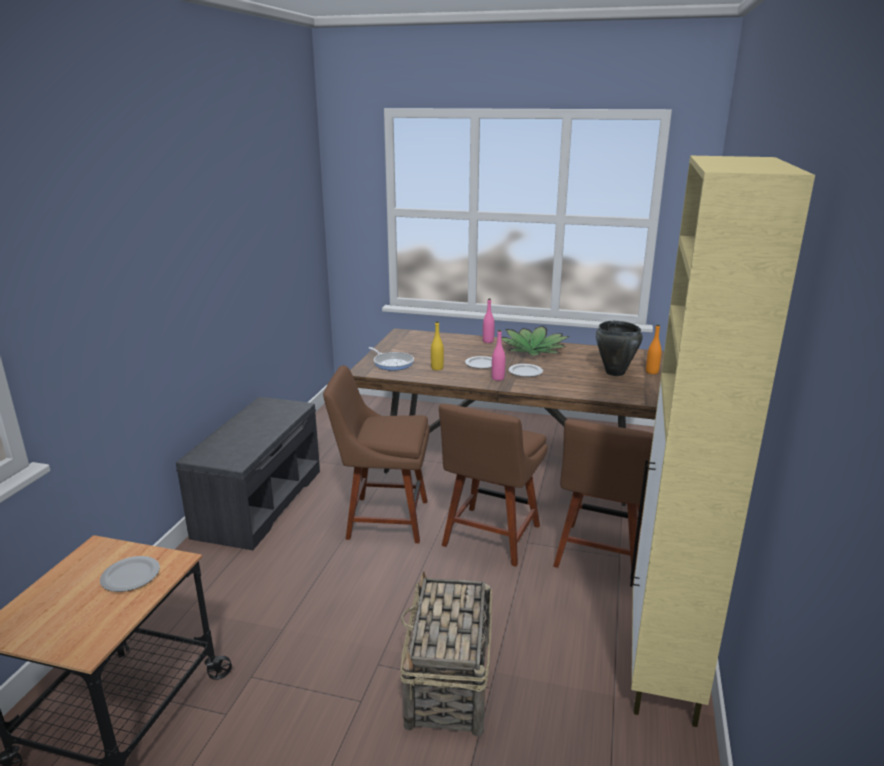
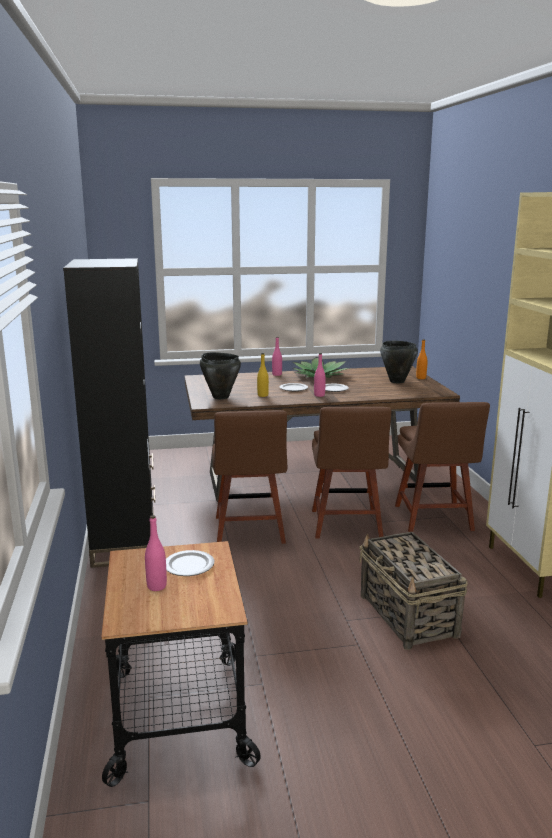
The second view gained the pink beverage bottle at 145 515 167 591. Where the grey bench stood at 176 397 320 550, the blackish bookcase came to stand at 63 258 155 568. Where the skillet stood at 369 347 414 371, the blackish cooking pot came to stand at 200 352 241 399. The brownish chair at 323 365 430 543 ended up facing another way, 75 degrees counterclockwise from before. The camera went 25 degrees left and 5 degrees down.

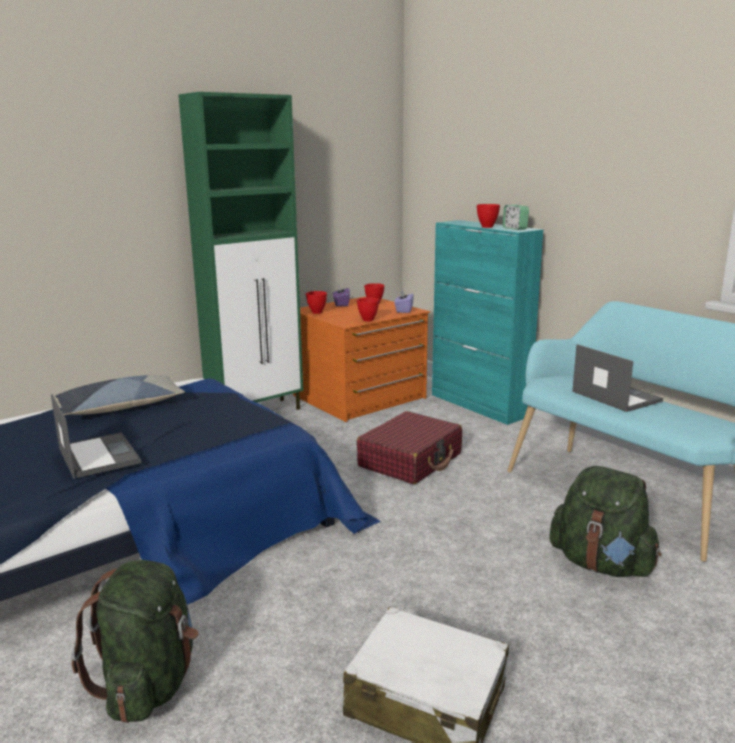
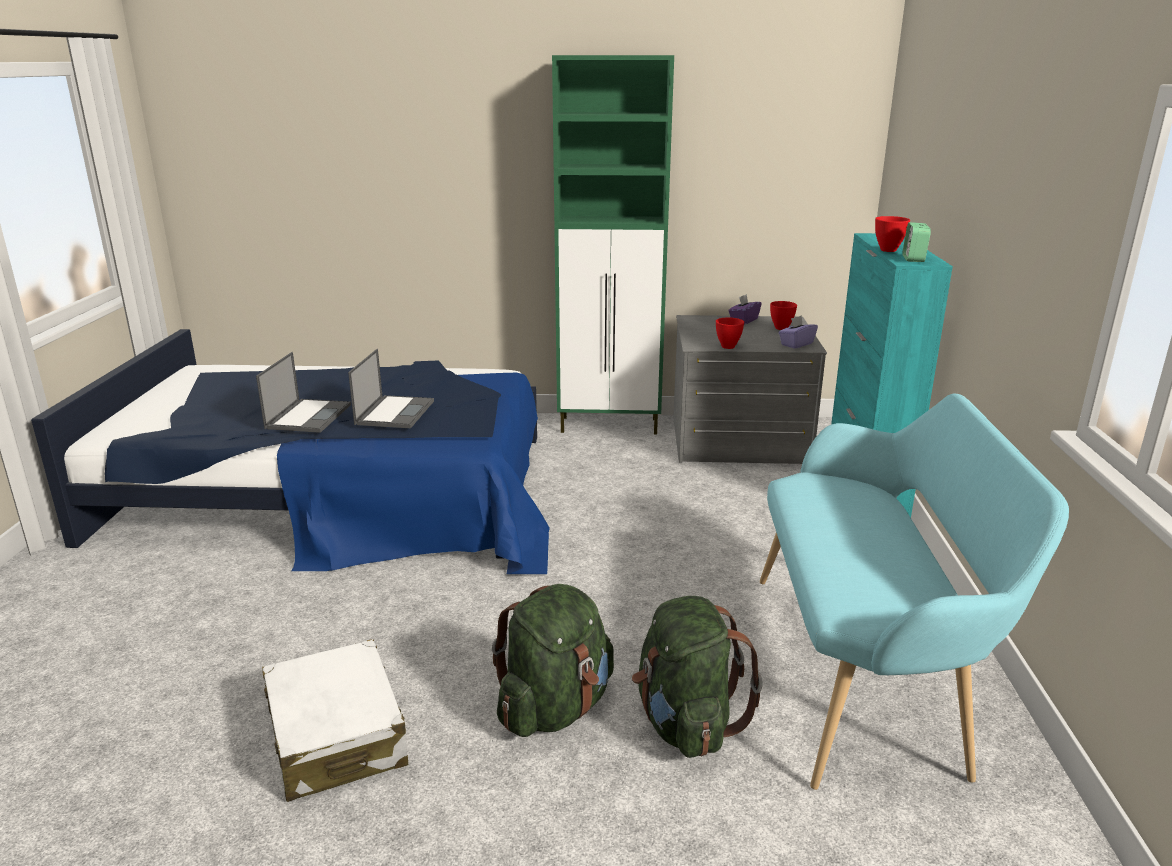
The second view lost the throw pillow at 55 375 185 415. The second view lost the red deep dish at 306 291 327 314. The second view lost the red travel case at 357 411 462 484. The green rucksack ended up elsewhere, having gone from 71 560 199 723 to 492 584 614 737. The portable computer ended up elsewhere, having gone from 572 344 663 412 to 348 349 434 428. What was the orange-coloured dresser at 293 296 430 422 turned into the grey dresser at 673 315 827 464. The camera went 40 degrees right and 5 degrees up.

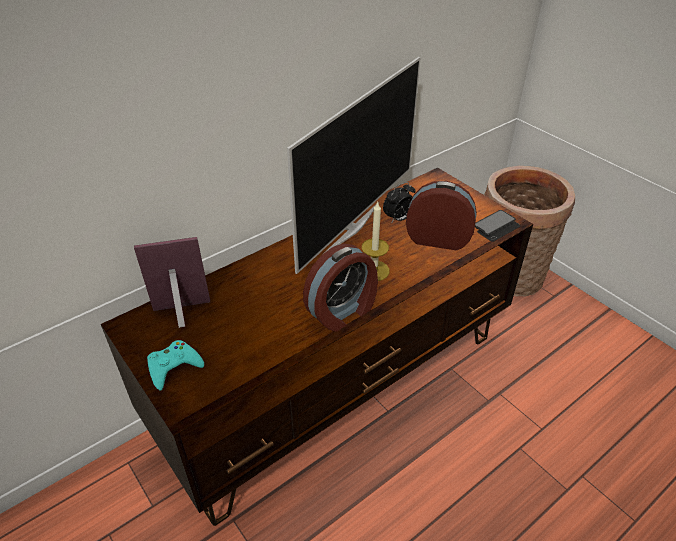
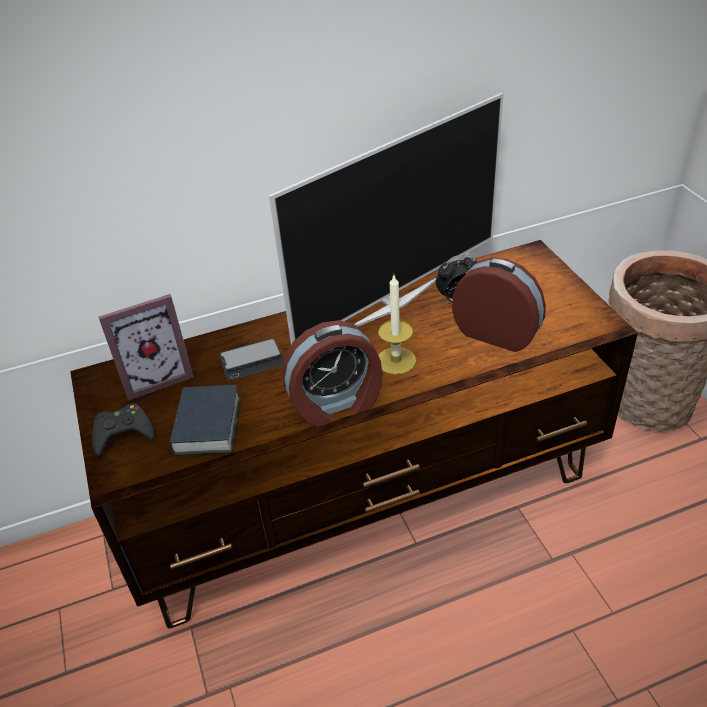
The second view gained the volume at 169 385 241 456. The handset ended up elsewhere, having gone from 475 210 520 242 to 219 338 284 381. What was the blue-green game controller at 147 340 204 391 turned into the blackish game controller at 92 403 155 456. The standing frame at 134 237 210 328 ended up facing another way, 150 degrees clockwise from before. The camera went 20 degrees right and 0 degrees up.

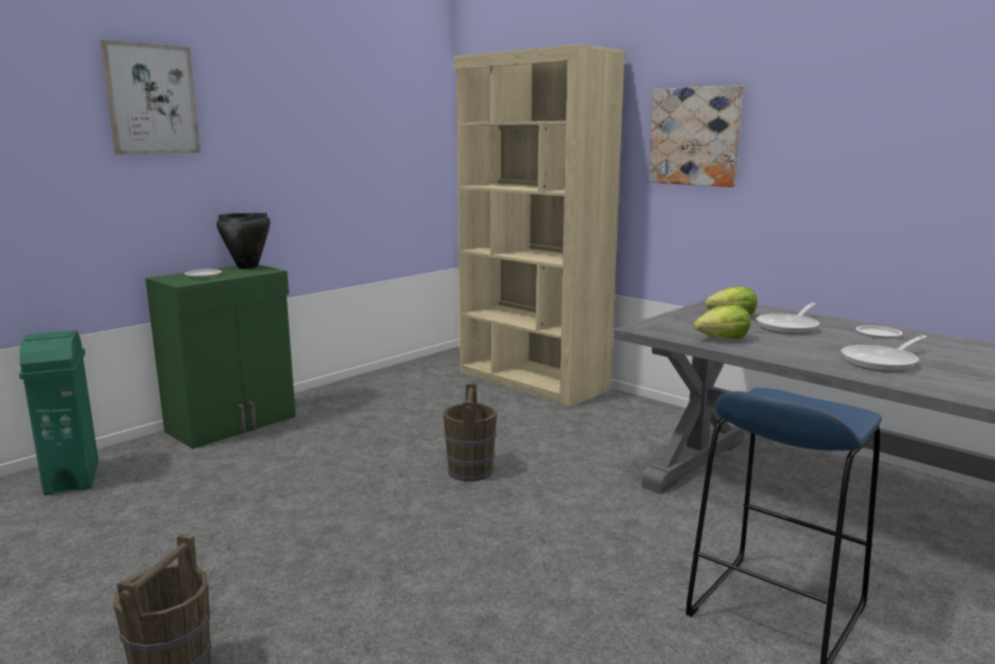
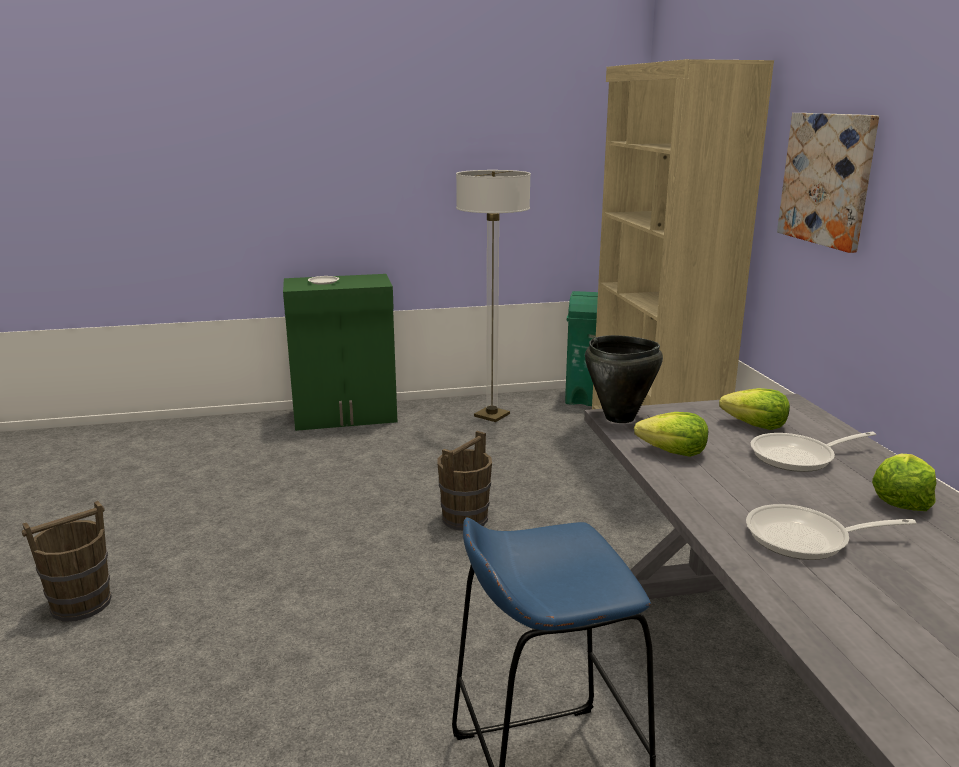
The second view lost the wall art at 100 40 201 154. The second view gained the floor lamp at 456 170 531 422. The green waste bin ended up elsewhere, having gone from 19 330 98 495 to 565 291 598 406. The blackish cooking pot ended up elsewhere, having gone from 216 213 270 269 to 585 335 663 423. Where the white flat dish stood at 856 325 903 339, the lettuce came to stand at 872 454 936 511. The camera went 35 degrees right and 5 degrees up.

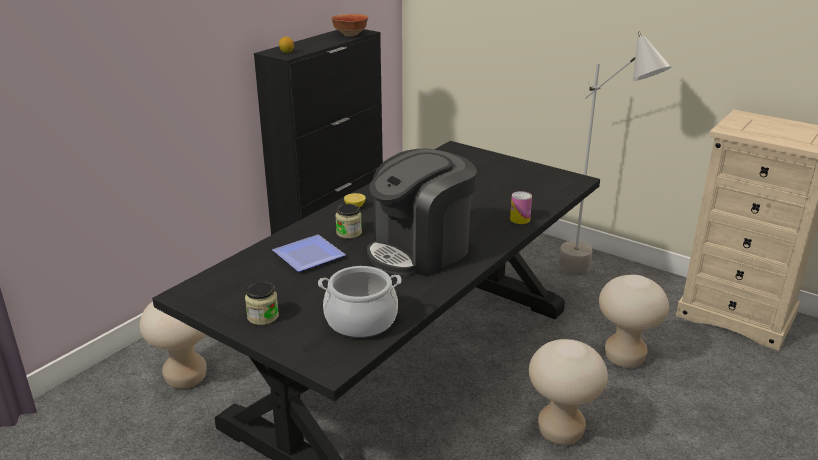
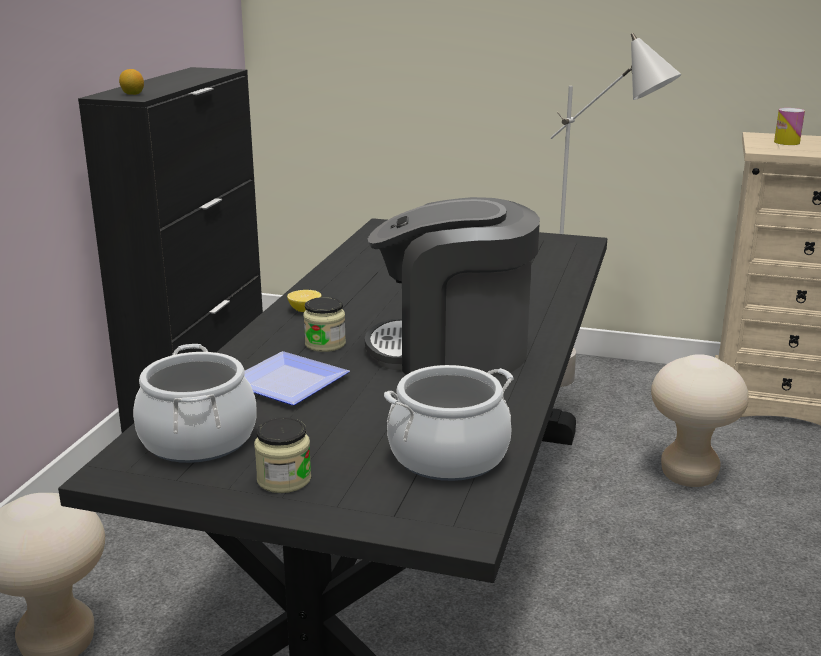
The second view lost the deep dish at 331 14 368 36. The second view lost the sand-coloured stool seat at 529 339 608 445. The second view gained the cooking pot at 133 344 257 463. The metal can ended up elsewhere, having gone from 510 191 532 224 to 774 108 805 145. The coffee machine at 367 149 477 277 ended up facing another way, 60 degrees clockwise from before. The camera went 20 degrees left and 5 degrees down.

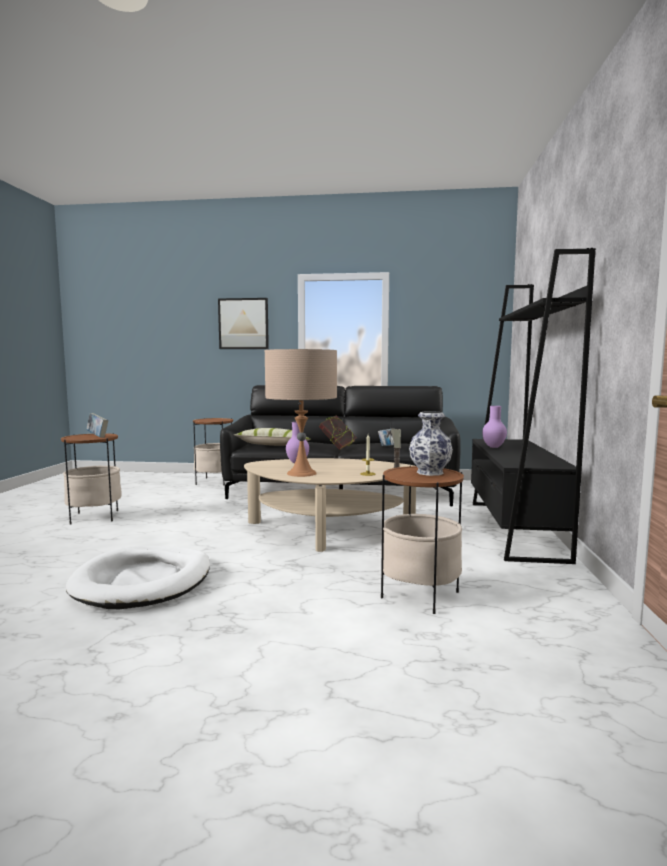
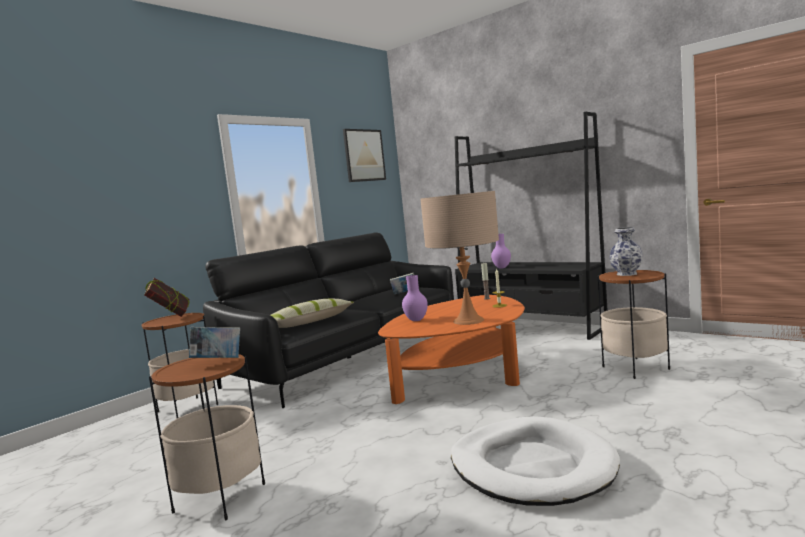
The wall art ended up elsewhere, having gone from 218 298 269 349 to 343 129 386 182. The volume ended up elsewhere, having gone from 319 415 357 450 to 144 278 189 317. What was the sand-coloured low table at 244 458 416 552 turned into the orange-coloured low table at 378 295 525 404. The camera went 55 degrees left and 0 degrees up.

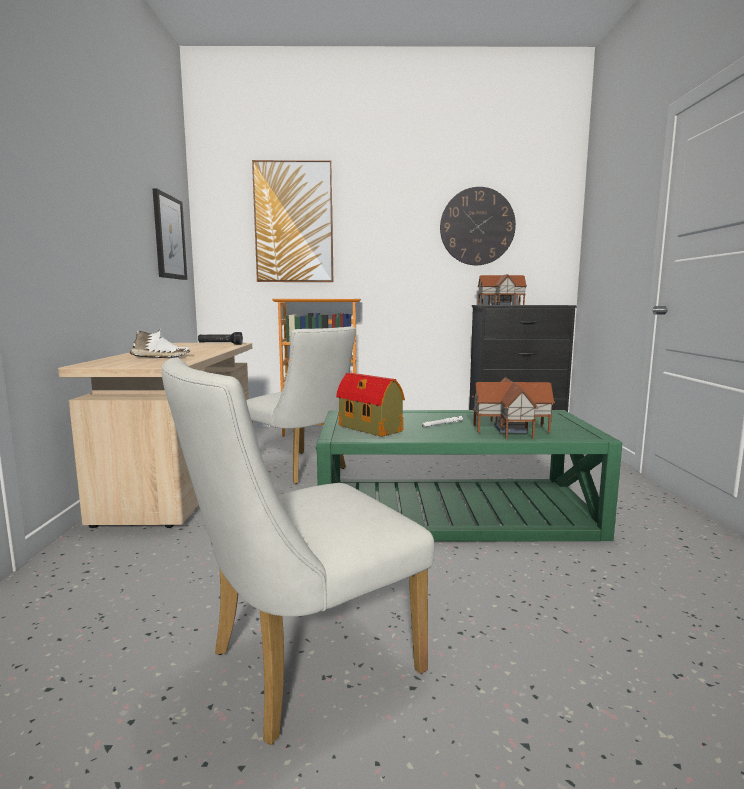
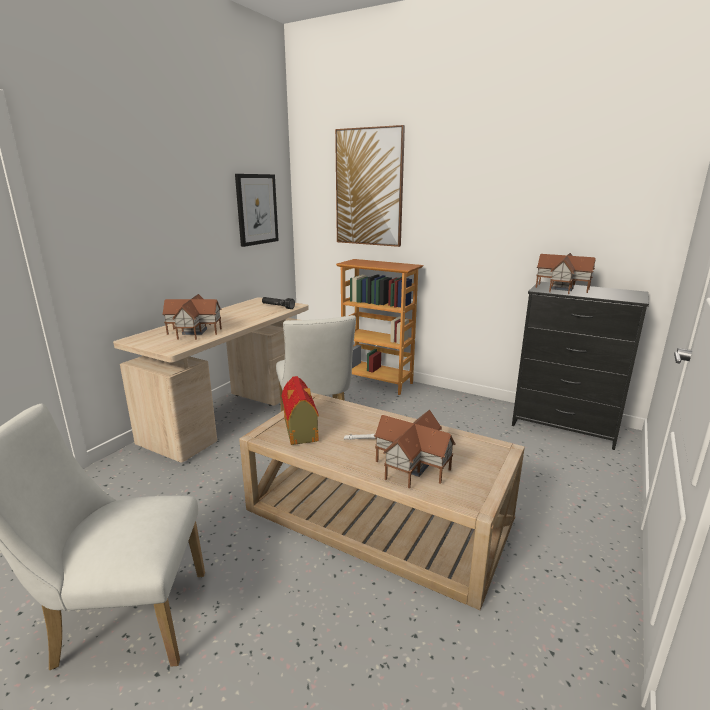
The second view lost the clock on the wall at 440 187 516 265. Where the white item of footwear stood at 130 328 190 358, the miniature house came to stand at 162 294 222 340. What was the green low table at 316 410 622 542 turned into the sand-coloured low table at 239 392 525 610. The camera went 30 degrees right and 10 degrees up.

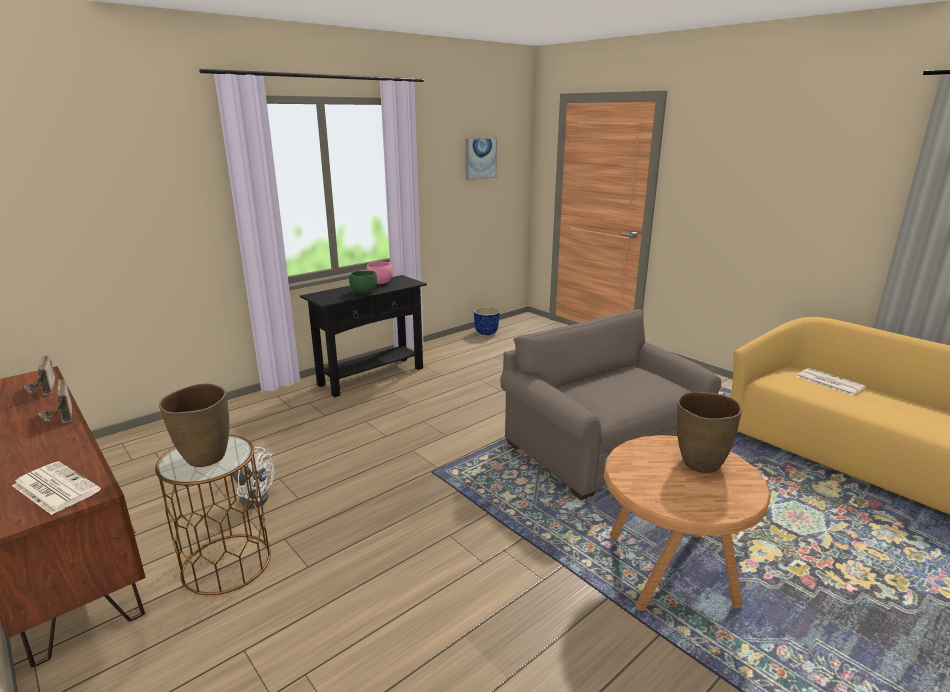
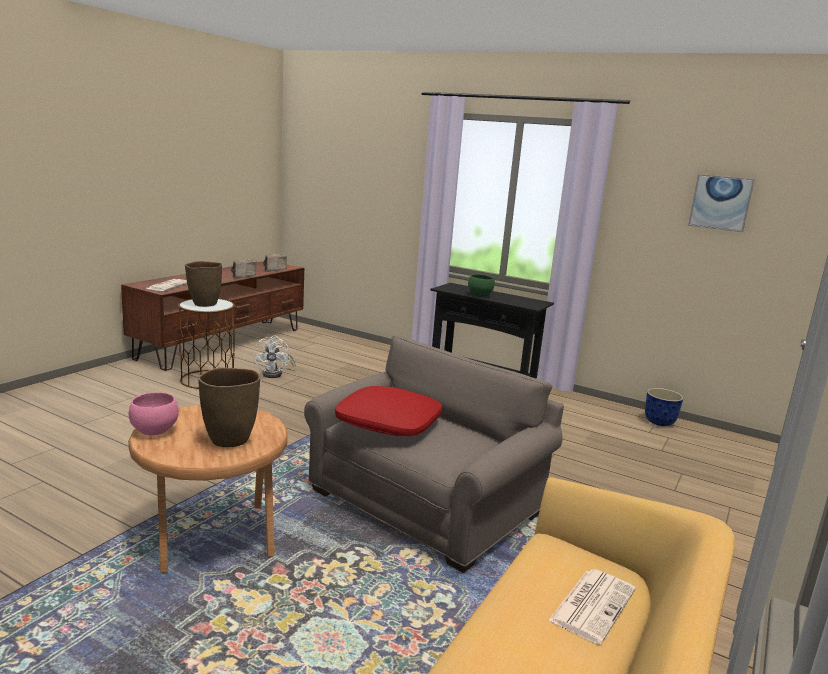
The second view gained the red throw pillow at 335 386 442 436. The pink deep dish ended up elsewhere, having gone from 366 262 393 284 to 129 392 179 435. The camera went 70 degrees right and 5 degrees down.

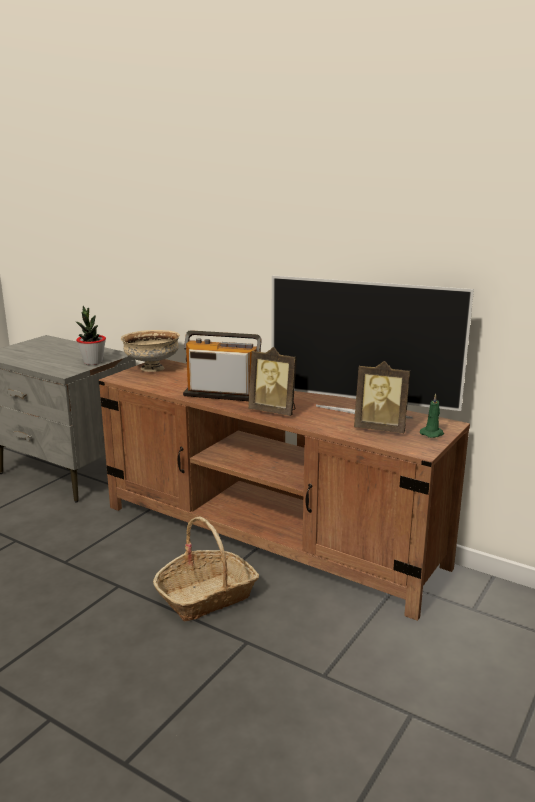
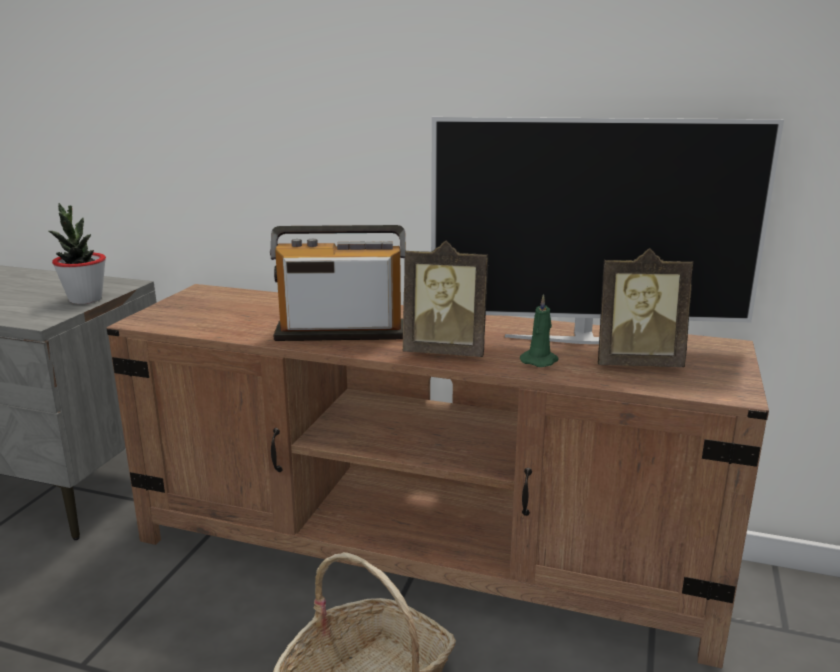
The second view lost the sand-coloured deep dish at 121 330 180 372. The green candle ended up elsewhere, having gone from 420 394 444 438 to 520 294 559 367. The camera went 15 degrees left and 0 degrees up.

